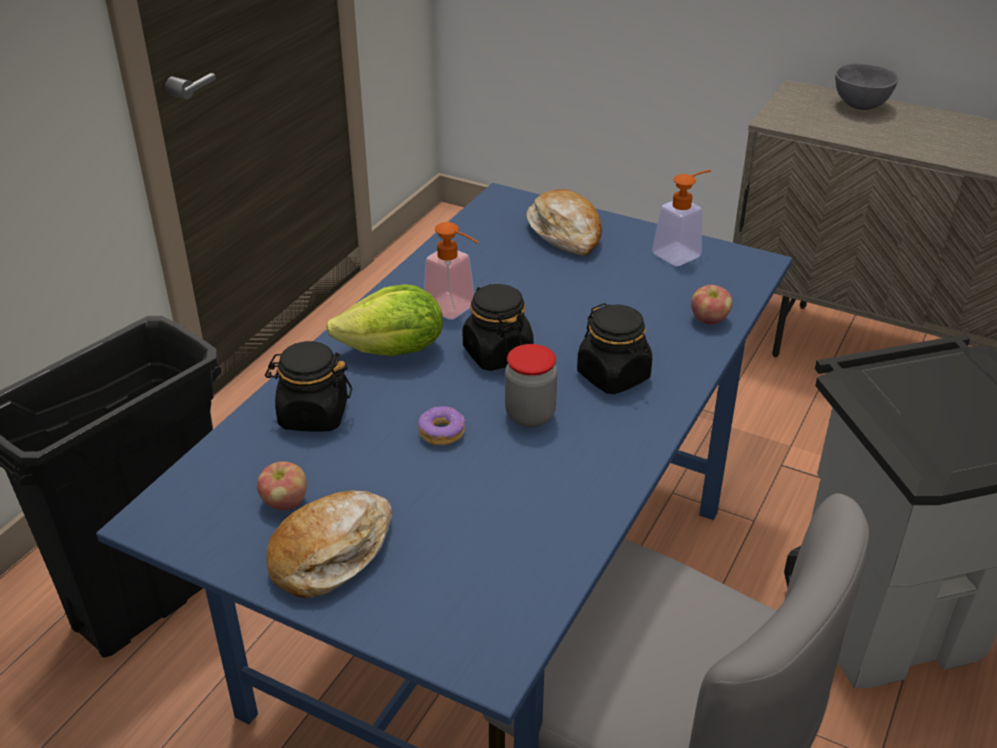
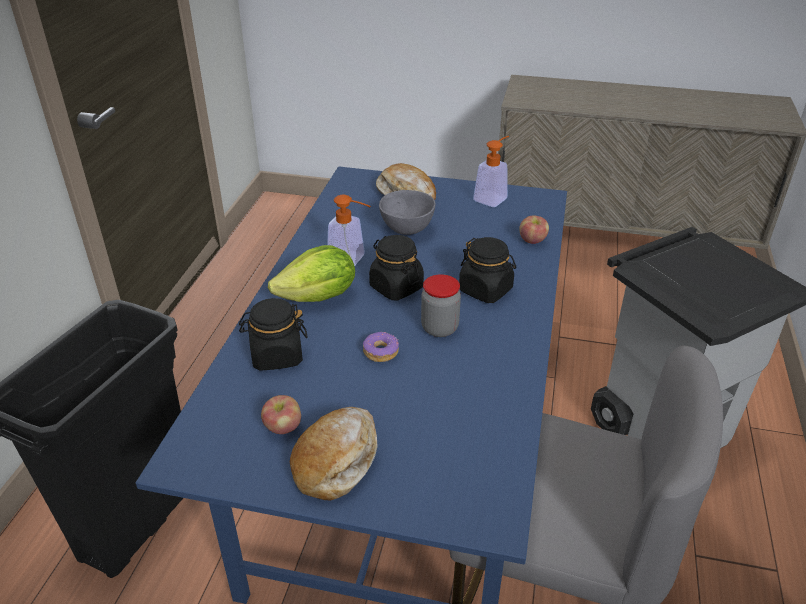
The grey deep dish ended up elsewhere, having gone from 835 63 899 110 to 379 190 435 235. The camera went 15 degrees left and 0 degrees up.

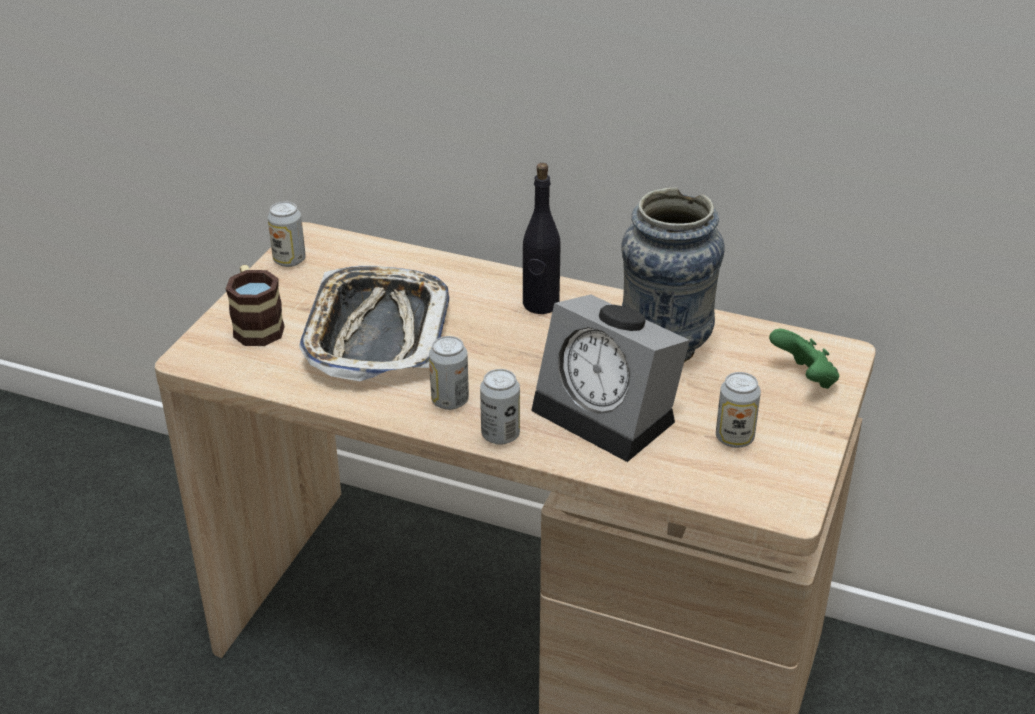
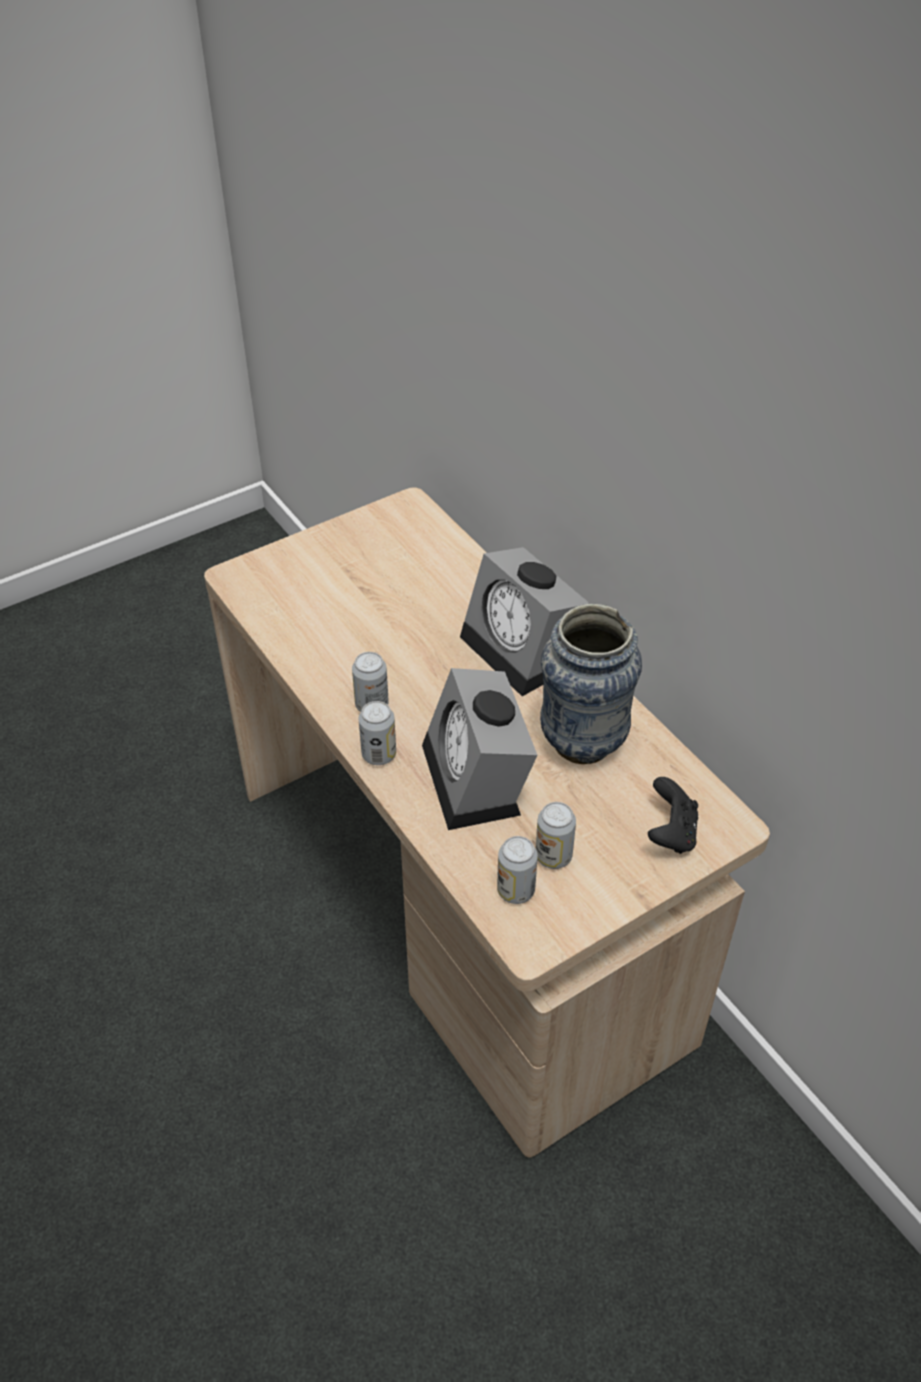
The second view lost the coffee mug at 226 265 285 346. The second view lost the serving tray at 299 266 449 381. The metal can ended up elsewhere, having gone from 267 201 306 267 to 497 836 538 904. Where the blackish beverage bottle stood at 523 163 561 314, the table clock came to stand at 460 547 590 696. What was the green game controller at 769 329 839 389 turned into the blackish game controller at 648 777 698 854. The camera went 35 degrees right and 10 degrees up.

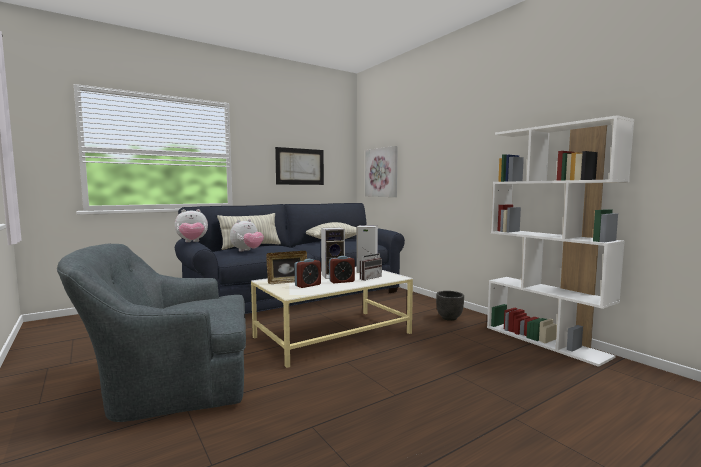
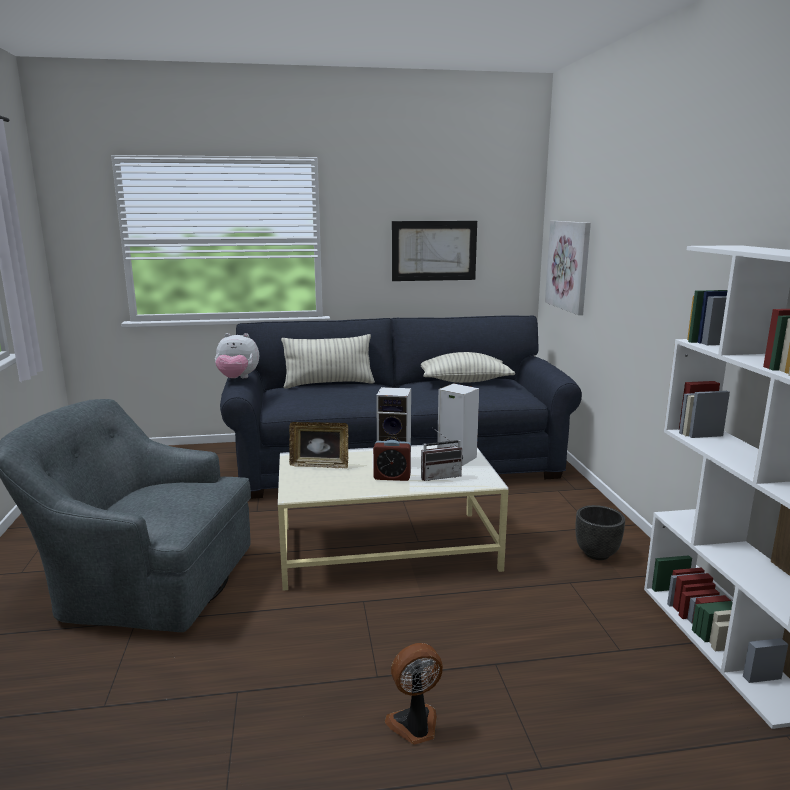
The second view lost the cuddly toy at 230 219 264 251. The second view lost the table clock at 295 259 321 288. The second view gained the fan at 385 643 443 745. The camera went 25 degrees right and 10 degrees up.

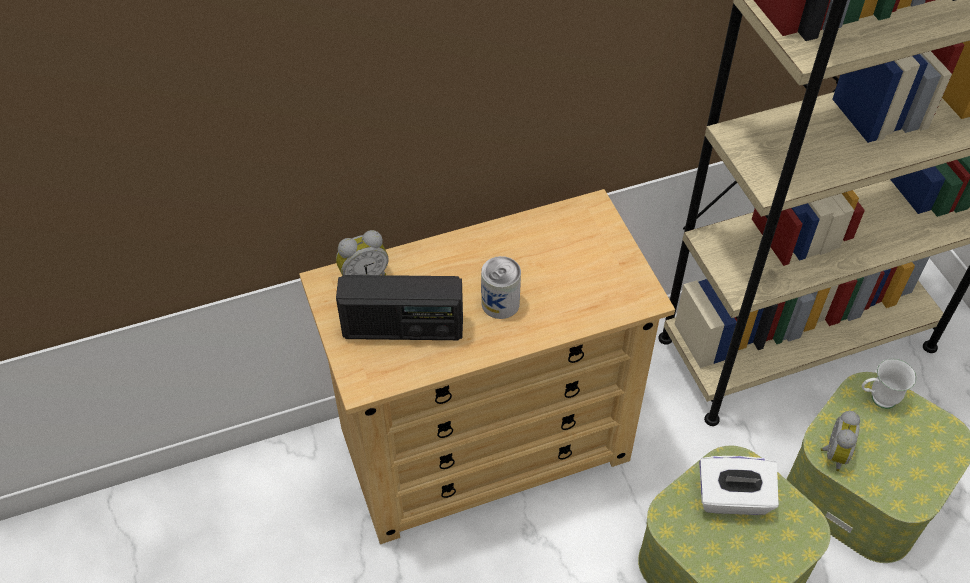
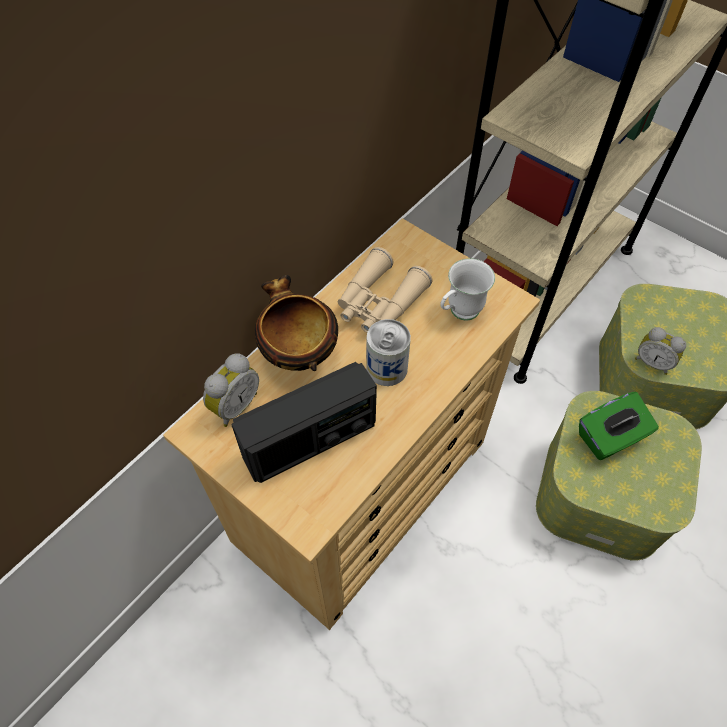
The second view gained the deep dish at 255 275 338 371. The second view gained the sand-coloured field glasses at 338 247 432 332. The white coffee mug ended up elsewhere, having gone from 862 359 916 409 to 440 258 495 321. What was the white tissue holder at 699 456 779 515 turned into the green tissue holder at 579 392 659 460. The table clock at 820 411 860 471 ended up facing another way, 135 degrees clockwise from before. The camera went 30 degrees left and 5 degrees up.

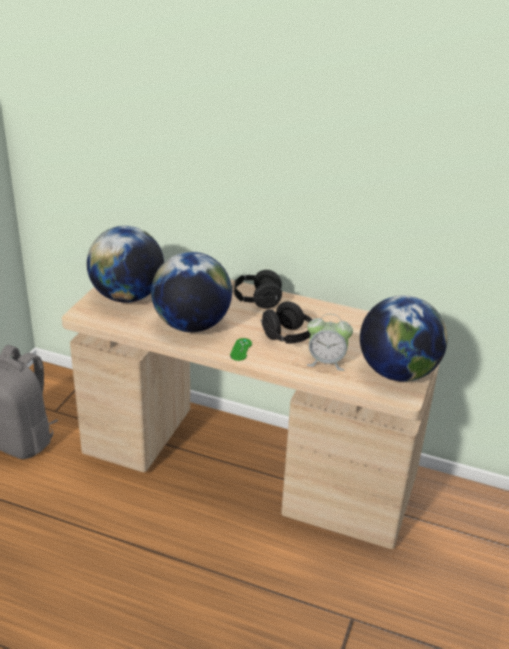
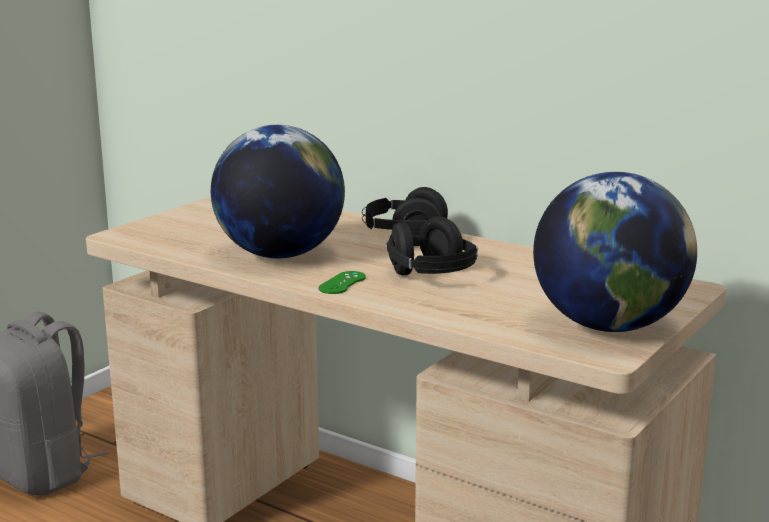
The second view lost the world globe at 87 226 164 303. The second view lost the table clock at 307 314 353 371. The camera went 15 degrees right and 15 degrees down.

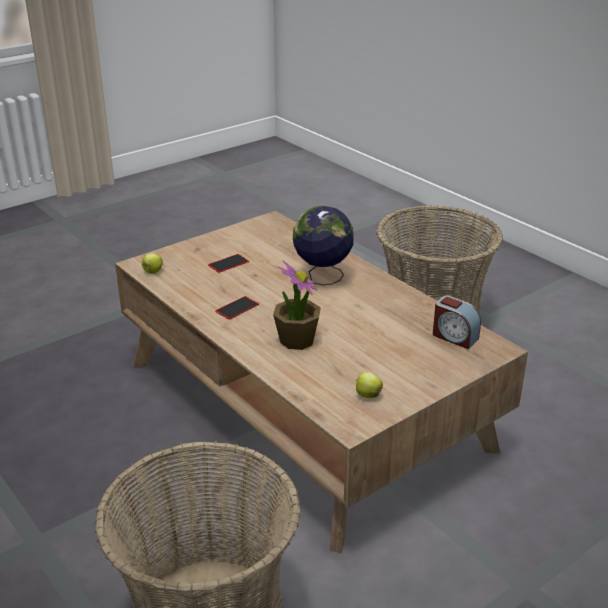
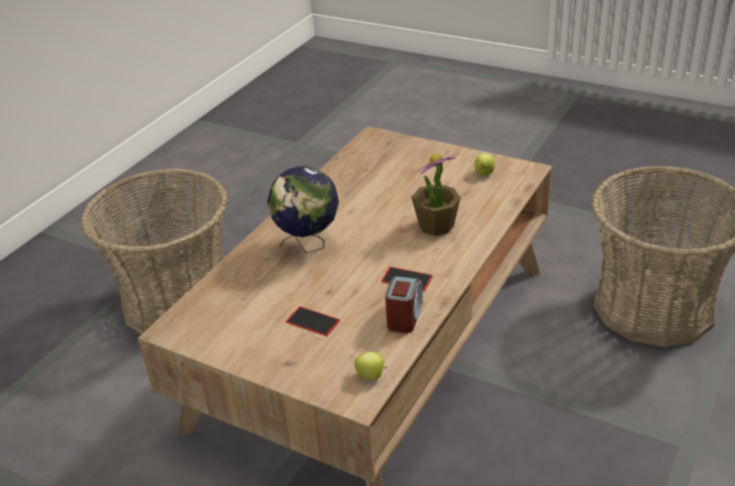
The table clock ended up elsewhere, having gone from 433 296 481 349 to 385 276 423 333. The camera went 110 degrees left and 5 degrees up.

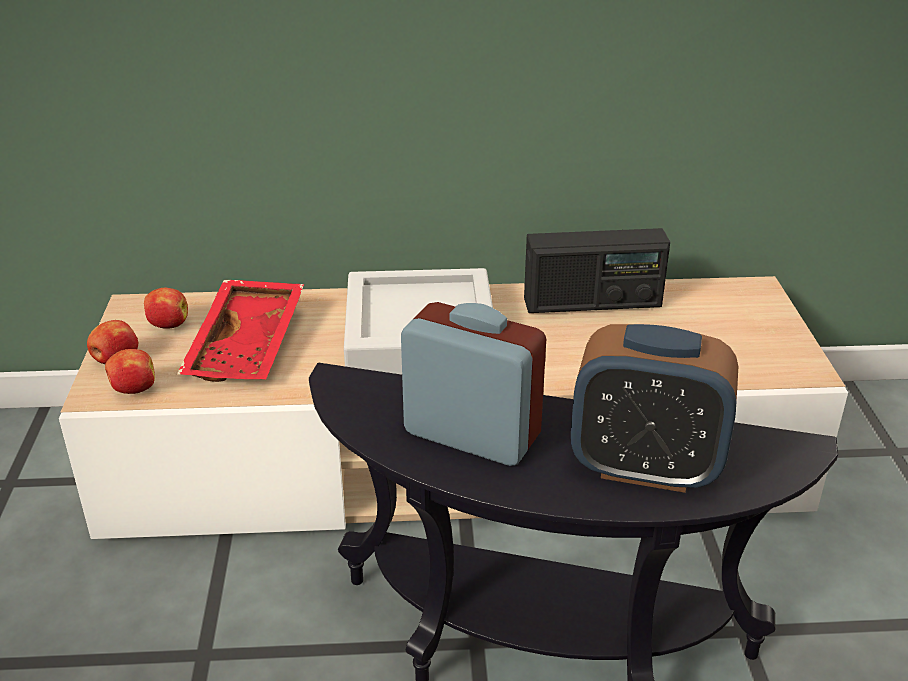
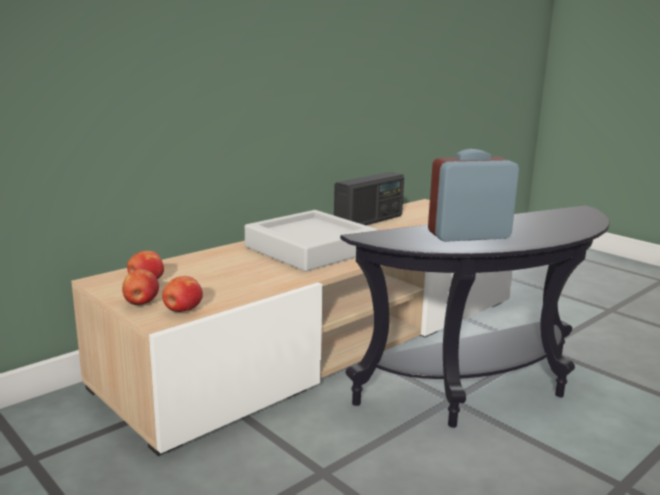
The second view lost the red serving tray at 177 280 304 382. The second view lost the table clock at 571 324 738 493. The camera went 40 degrees left and 15 degrees down.

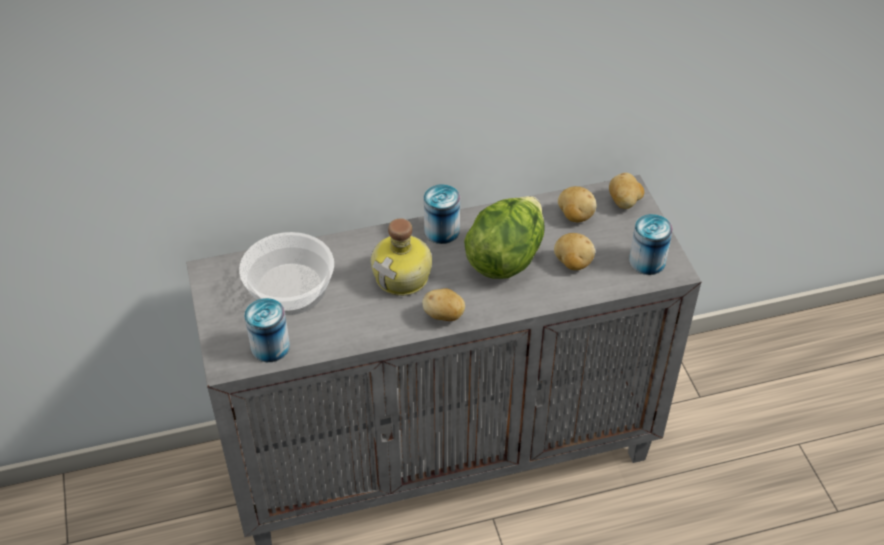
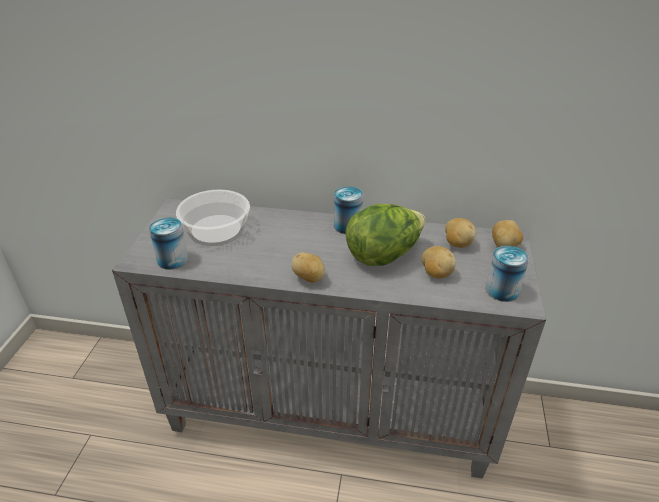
The second view lost the beverage bottle at 371 218 432 296. The camera went 25 degrees right and 10 degrees down.

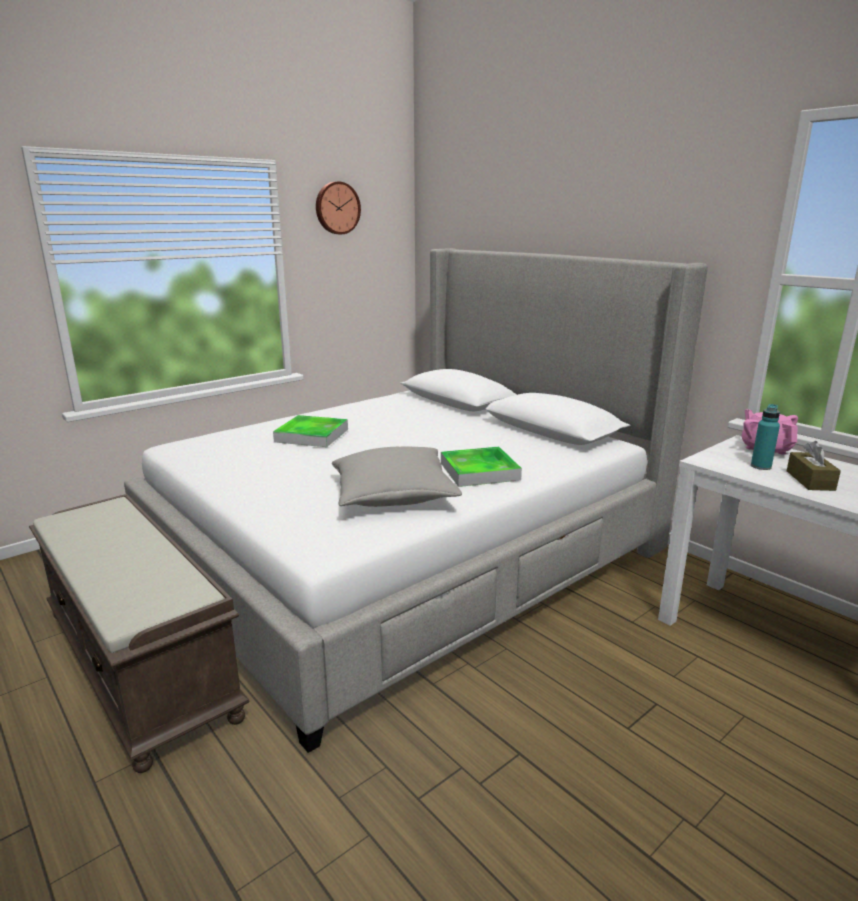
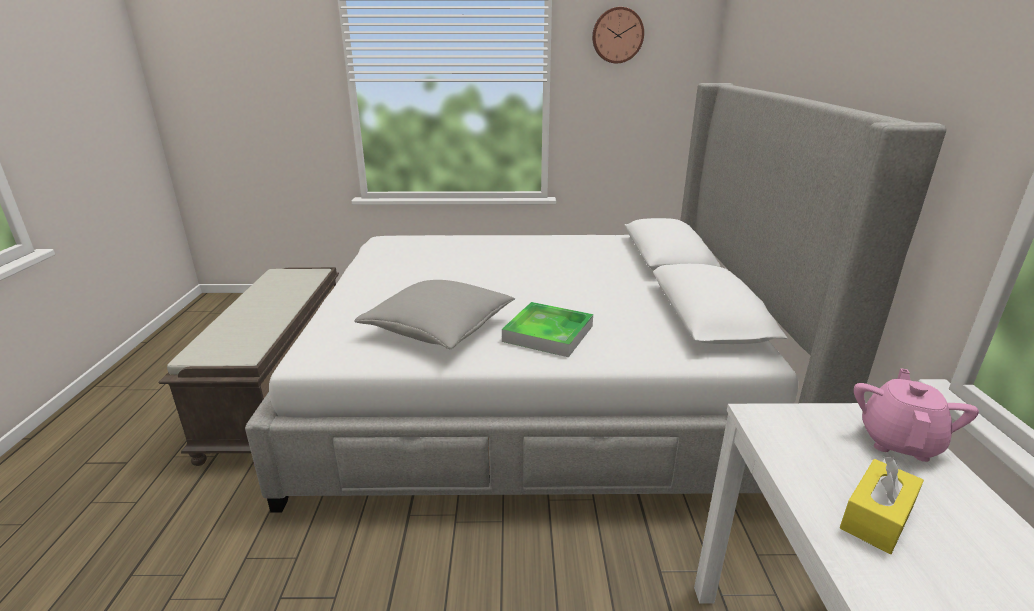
The second view lost the serving tray at 273 415 348 447. The second view lost the blue-green beverage bottle at 751 404 780 470. What was the brownish tissue holder at 787 441 841 491 turned into the yellowish tissue holder at 840 456 924 554. The camera went 40 degrees right and 5 degrees up.

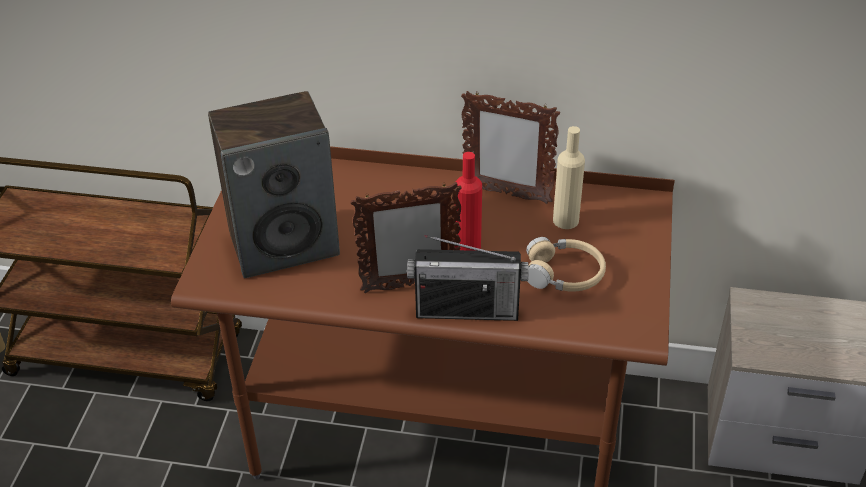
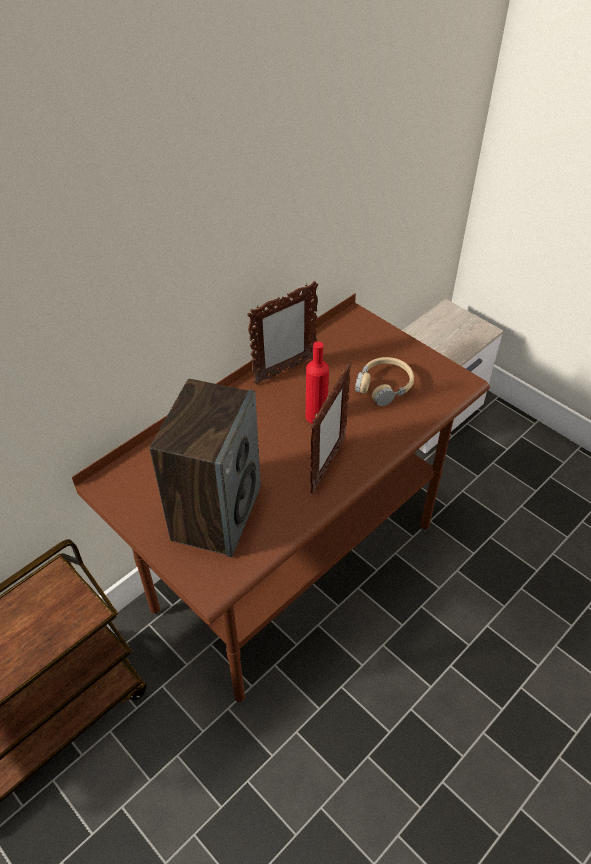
The second view lost the radio set at 407 235 529 321. The second view lost the sand-coloured beverage bottle at 553 126 585 229. The camera went 55 degrees left and 5 degrees up.

